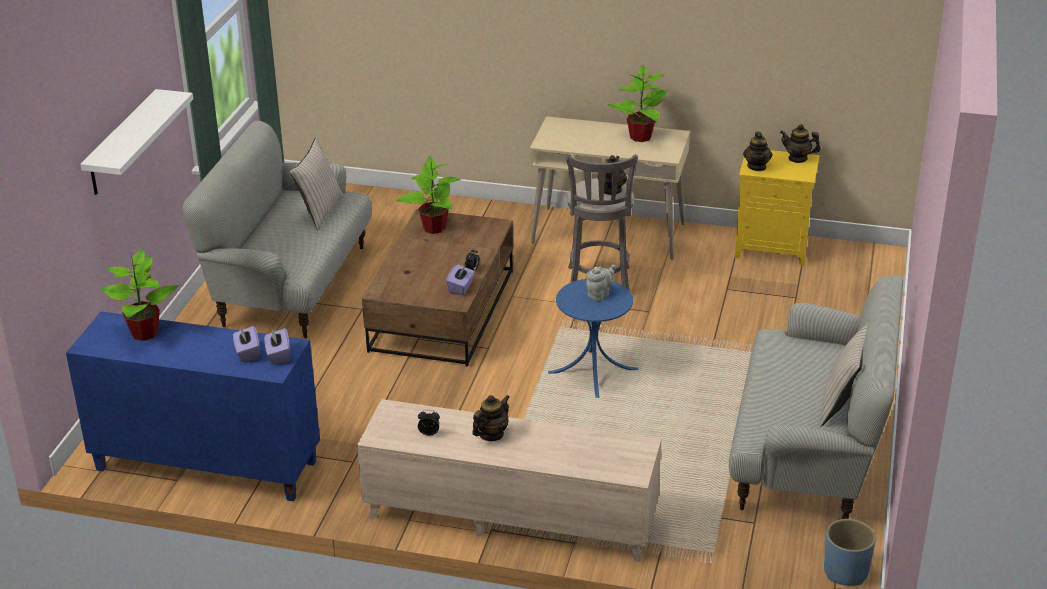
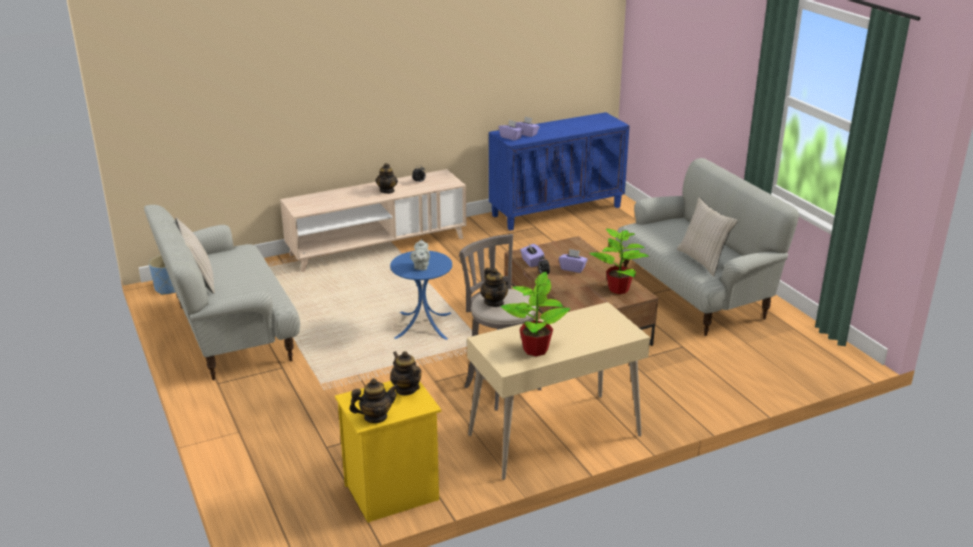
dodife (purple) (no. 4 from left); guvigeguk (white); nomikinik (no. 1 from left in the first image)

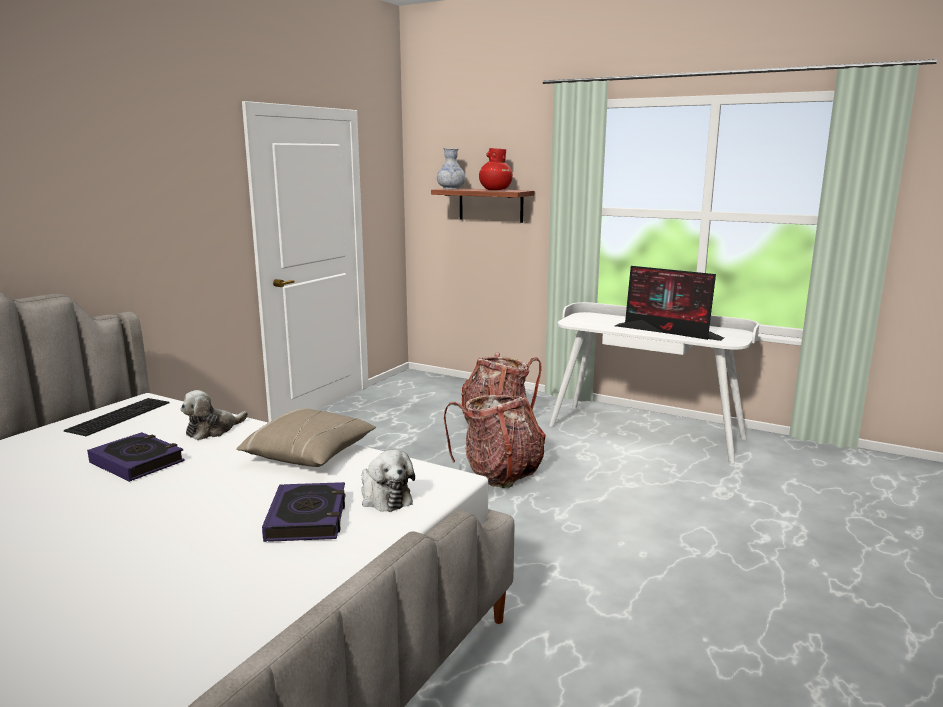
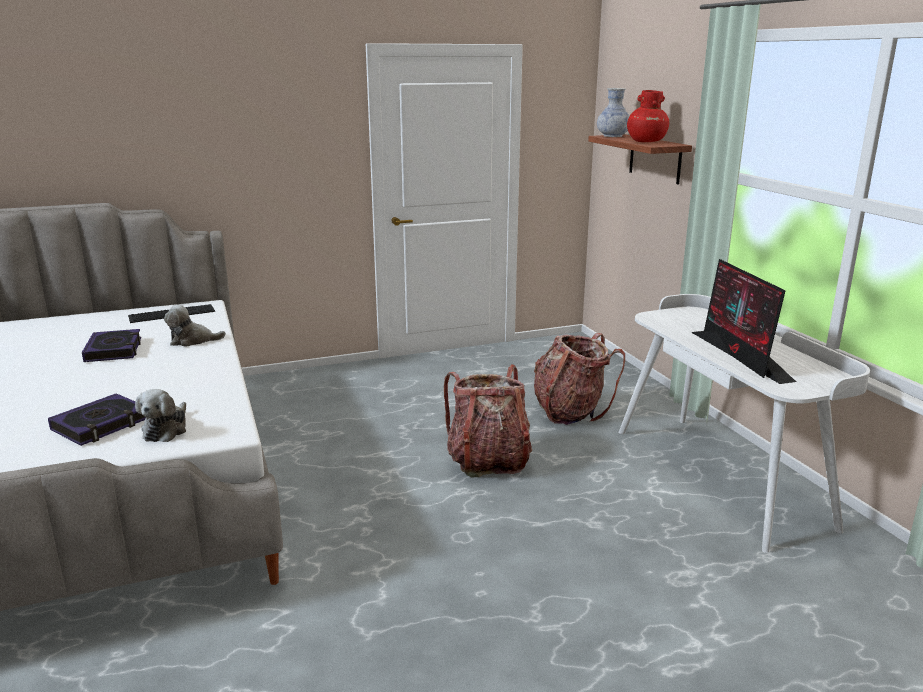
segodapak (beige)

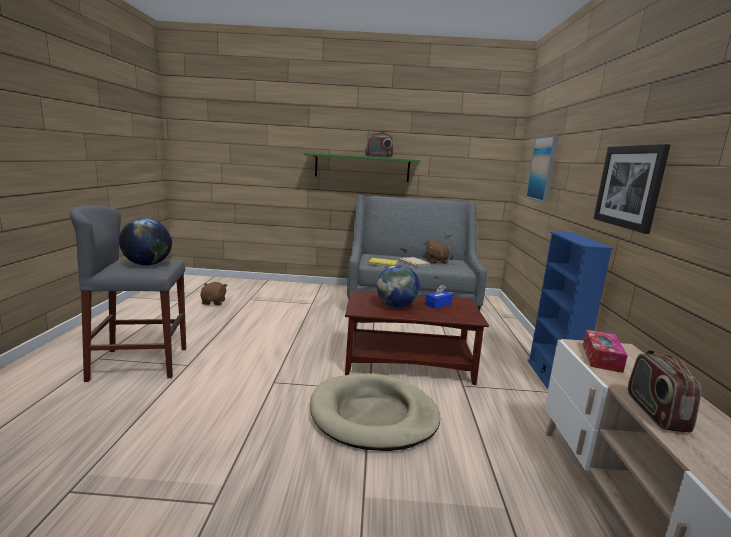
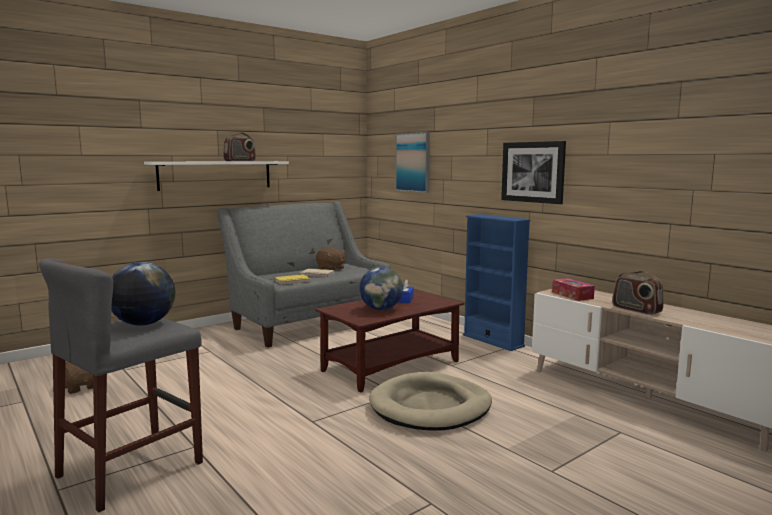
guvigeguk (white)

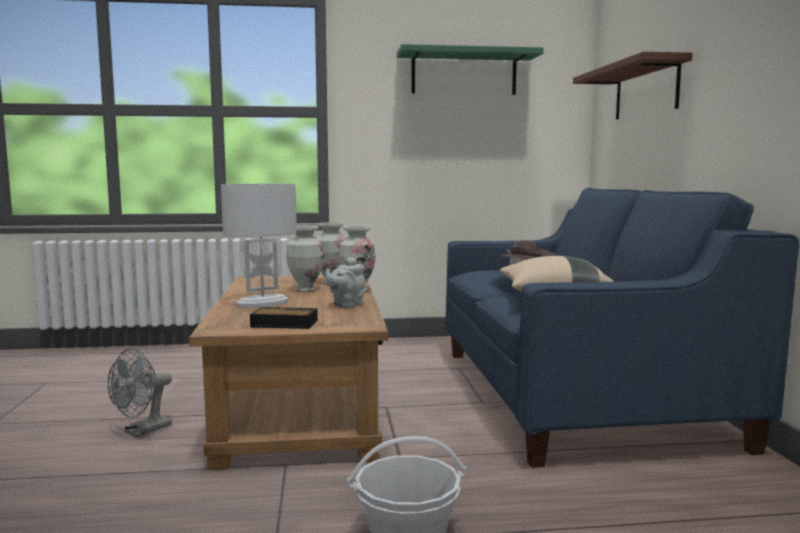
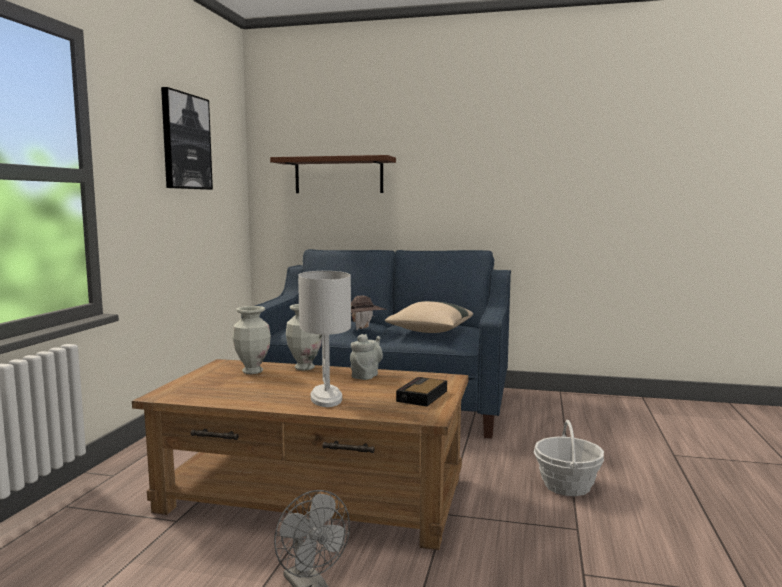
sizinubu; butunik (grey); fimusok (no. 1 from left in the first image)

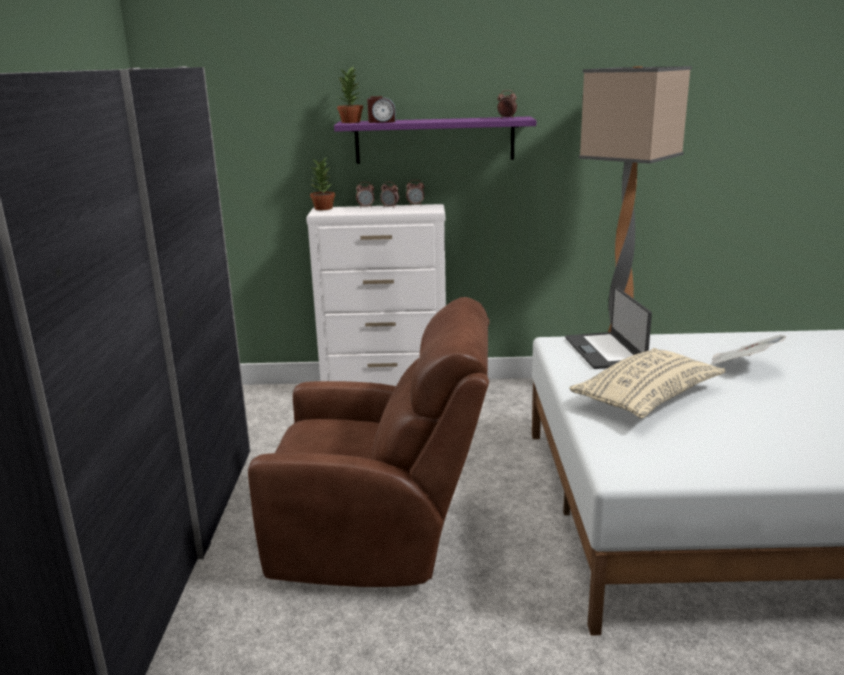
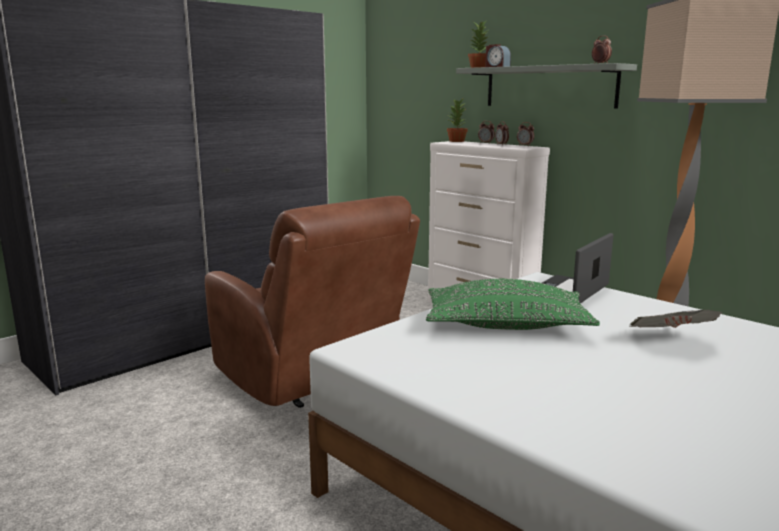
segodapak (green); guvigeguk (grey)

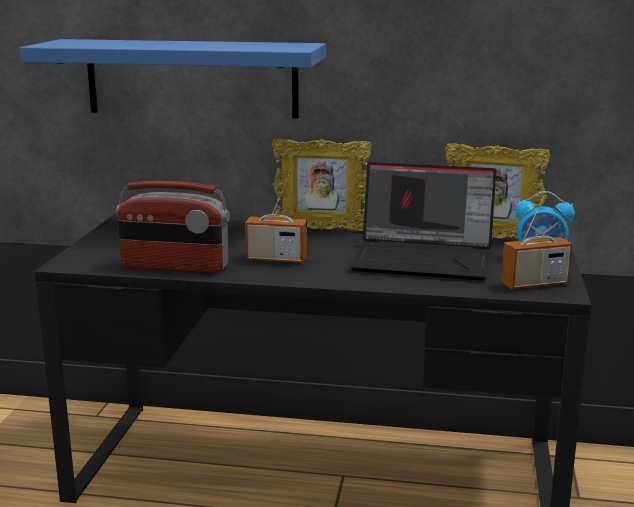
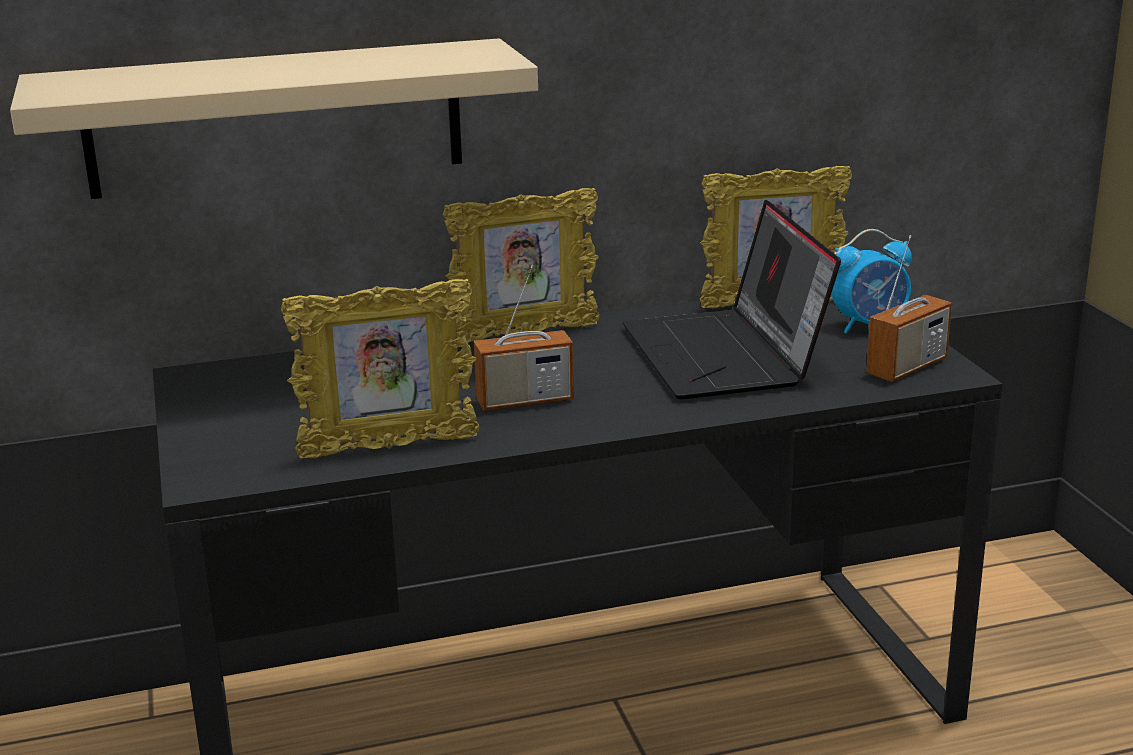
guvigeguk (beige); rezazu (no. 1 from left); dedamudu

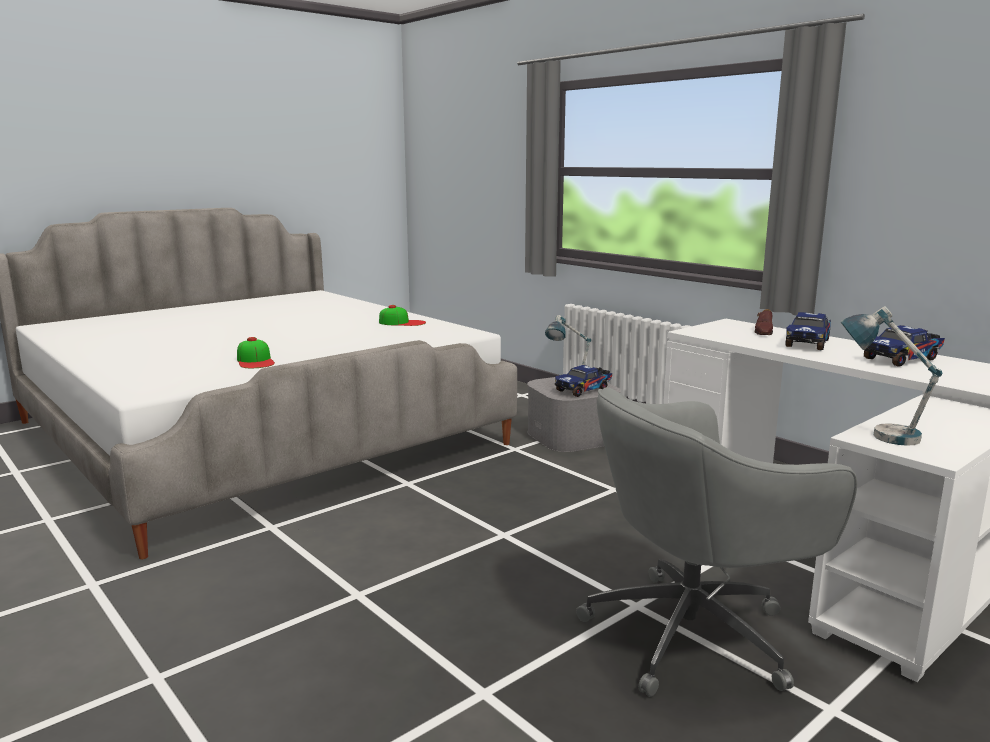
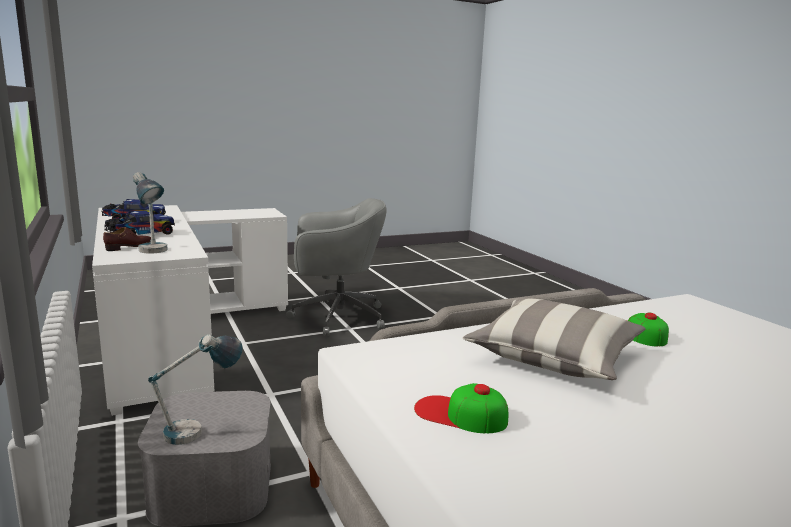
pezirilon (no. 1 from left); segodapak; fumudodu (no. 1 from left in the first image)

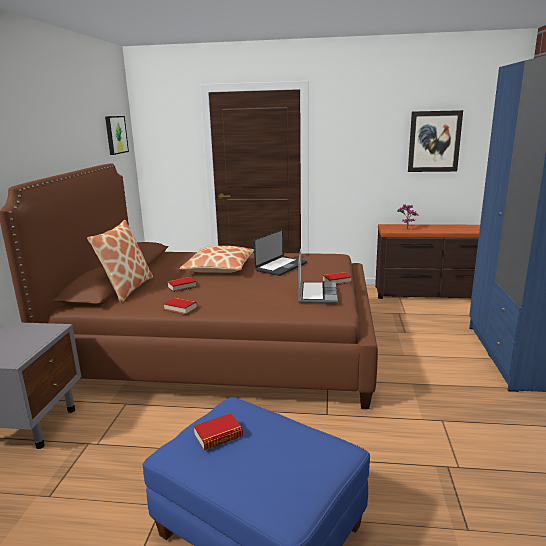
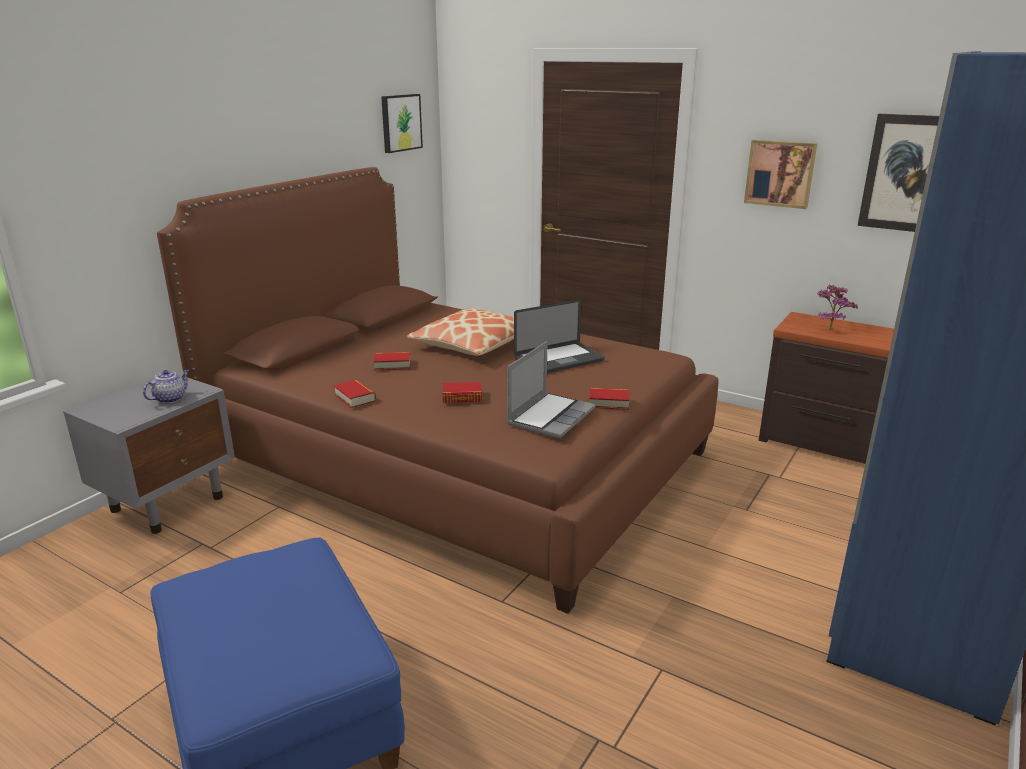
butunik; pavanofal (no. 3 from left); sizinubu (no. 2 from left); segodapak (no. 1 from left in the first image)

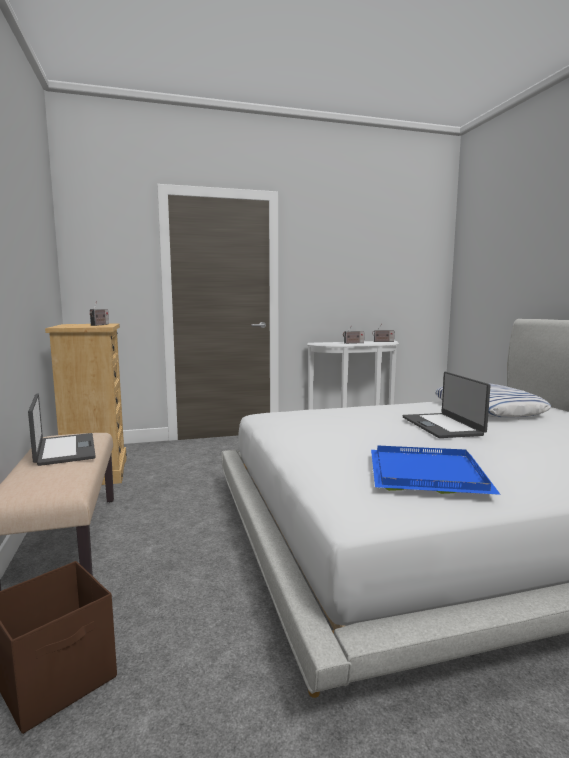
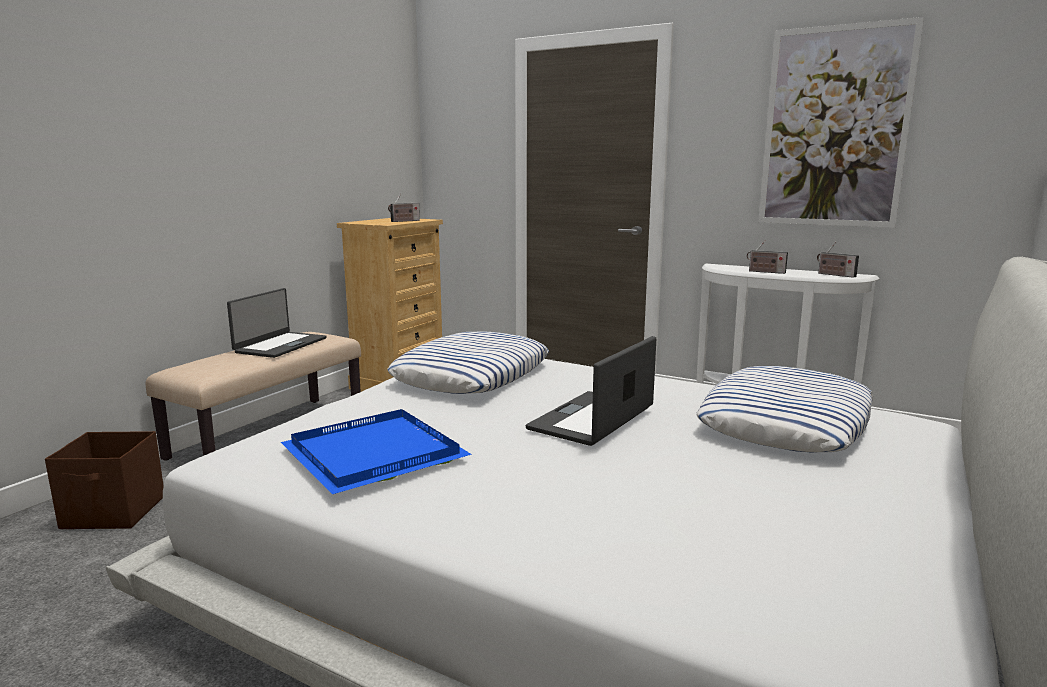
segodapak (no. 1 from left); sizinubu

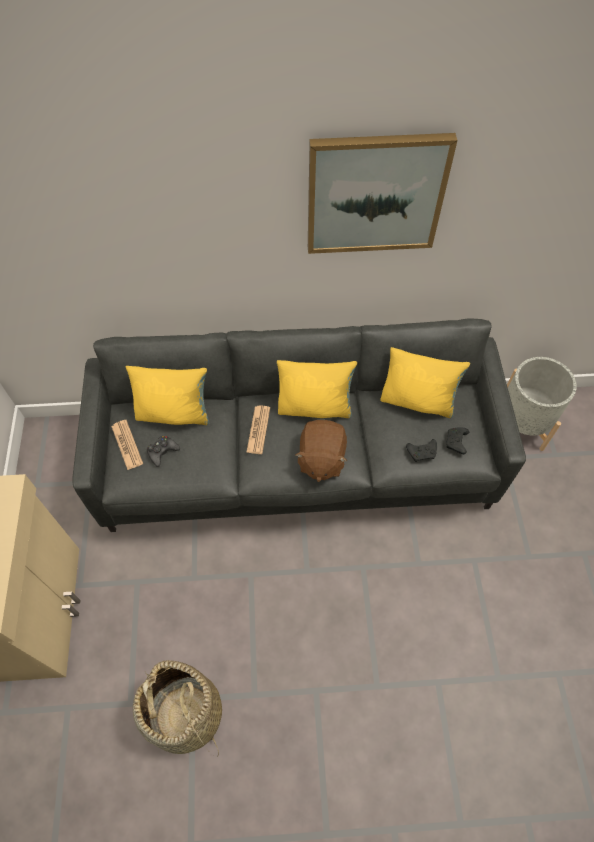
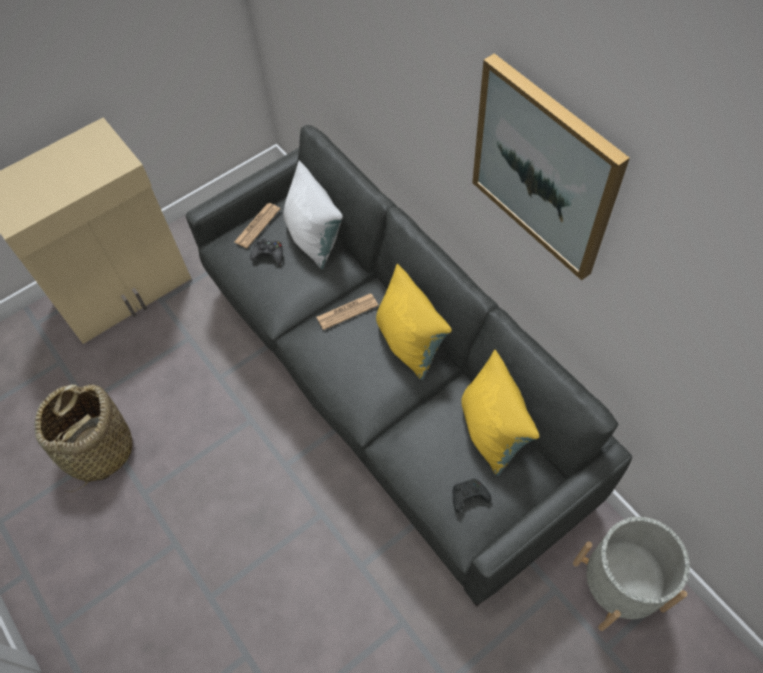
segodapak (white); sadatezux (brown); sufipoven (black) (no. 2 from left in the first image)

